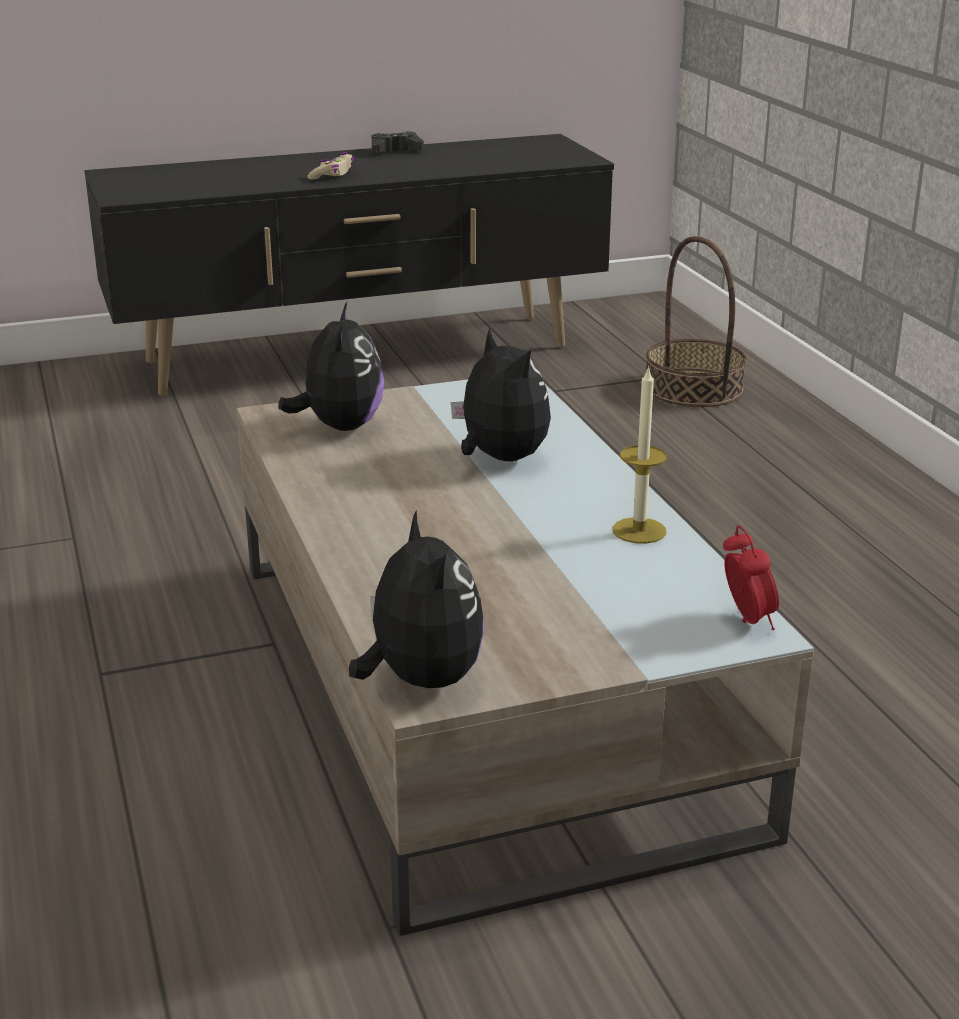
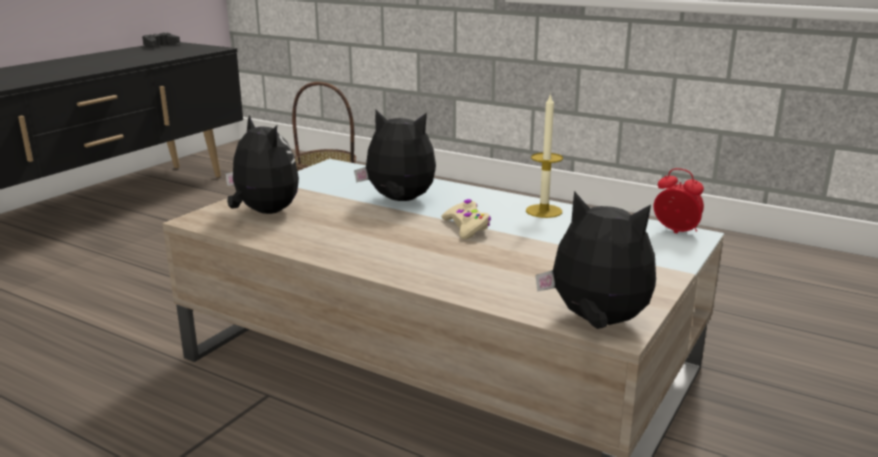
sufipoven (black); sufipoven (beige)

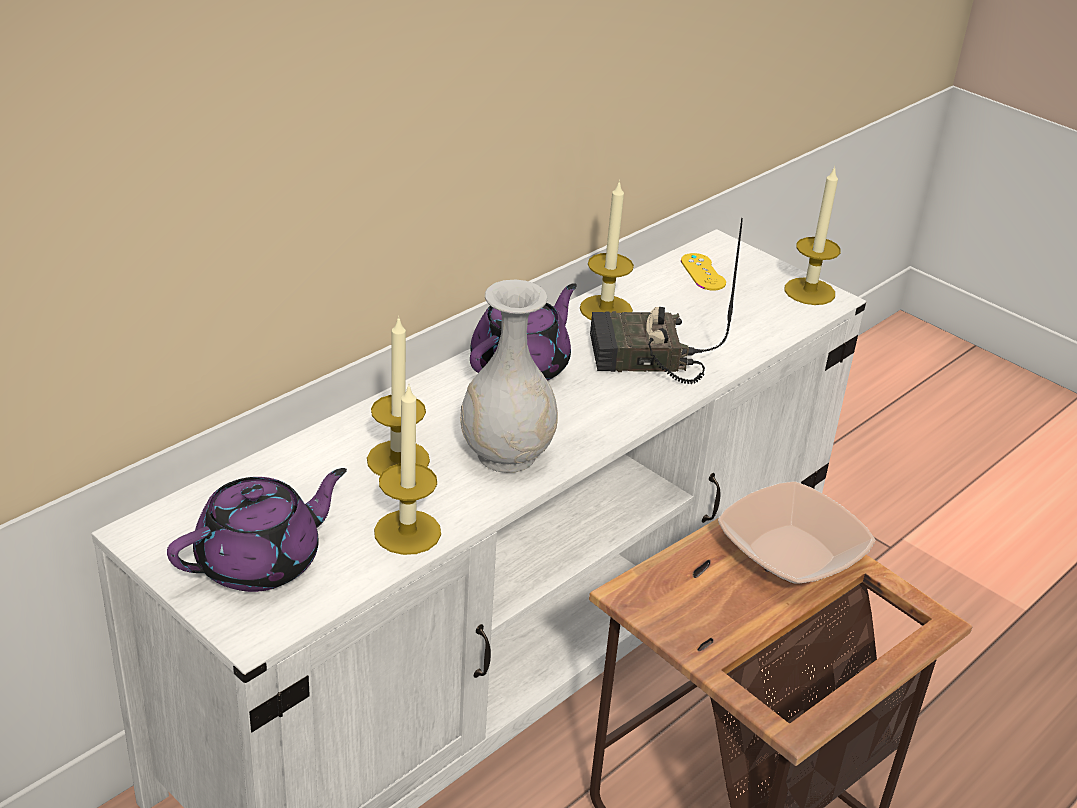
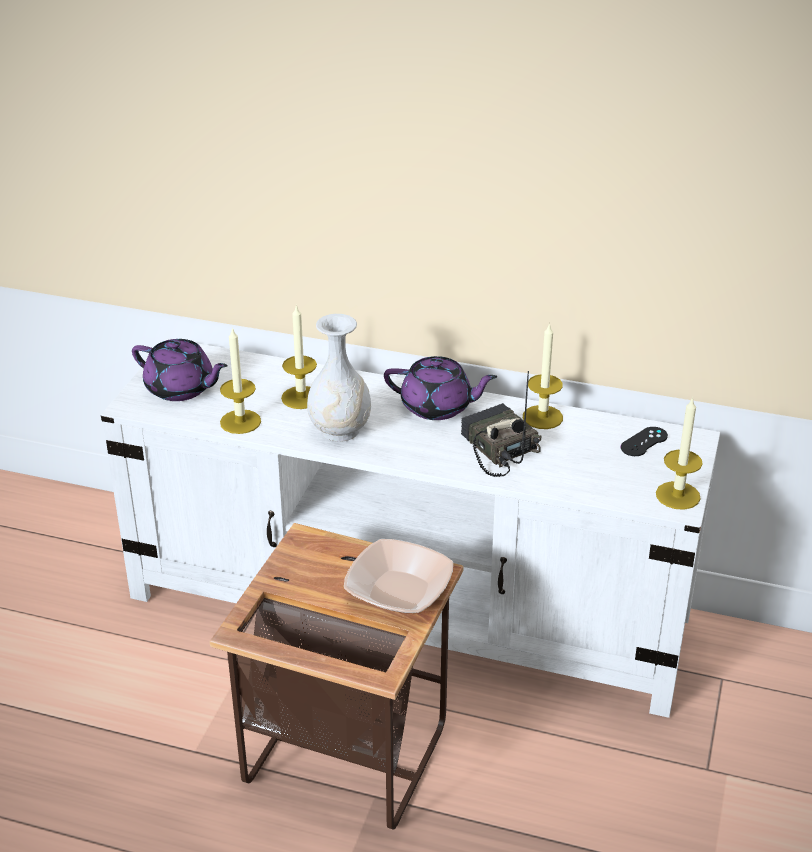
sufipoven (black)

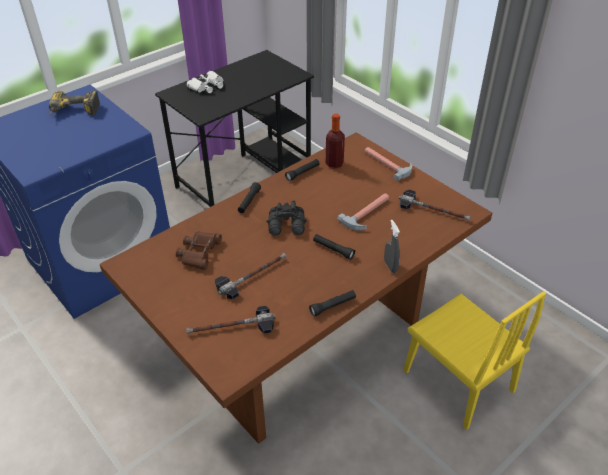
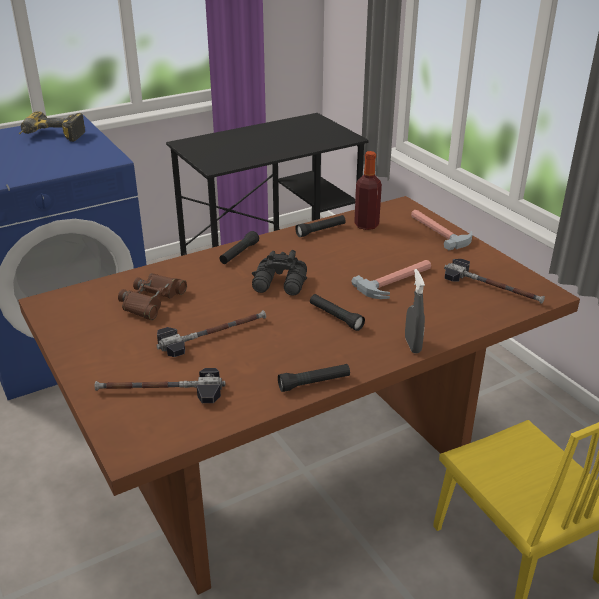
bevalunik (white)

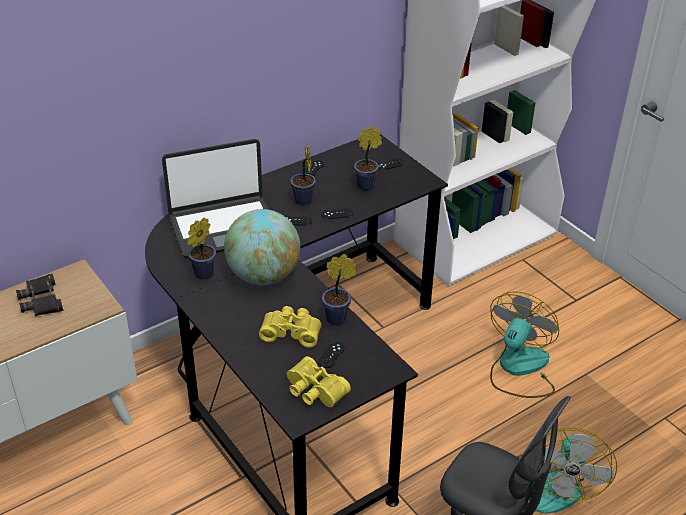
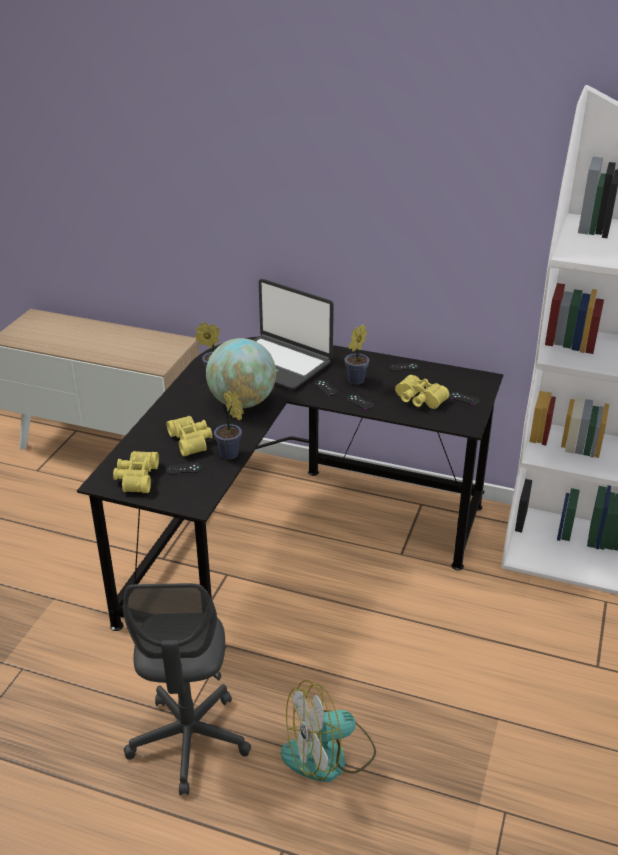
bevalunik (yellow) (no. 3 from left); bevalunik (black); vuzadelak (no. 1 from left in the first image)

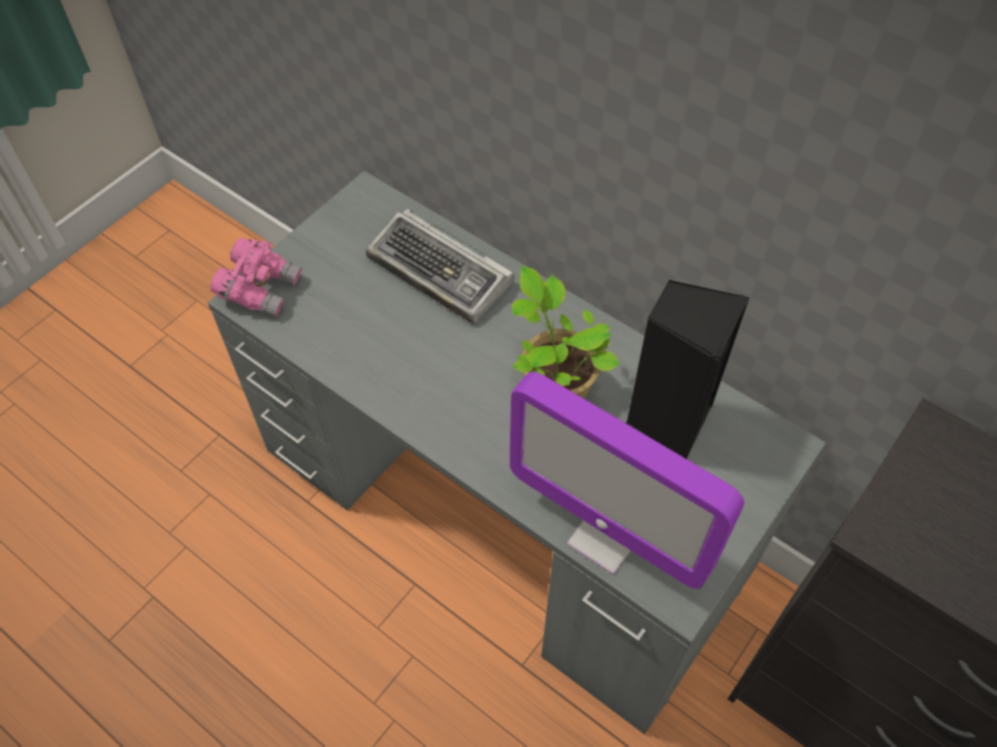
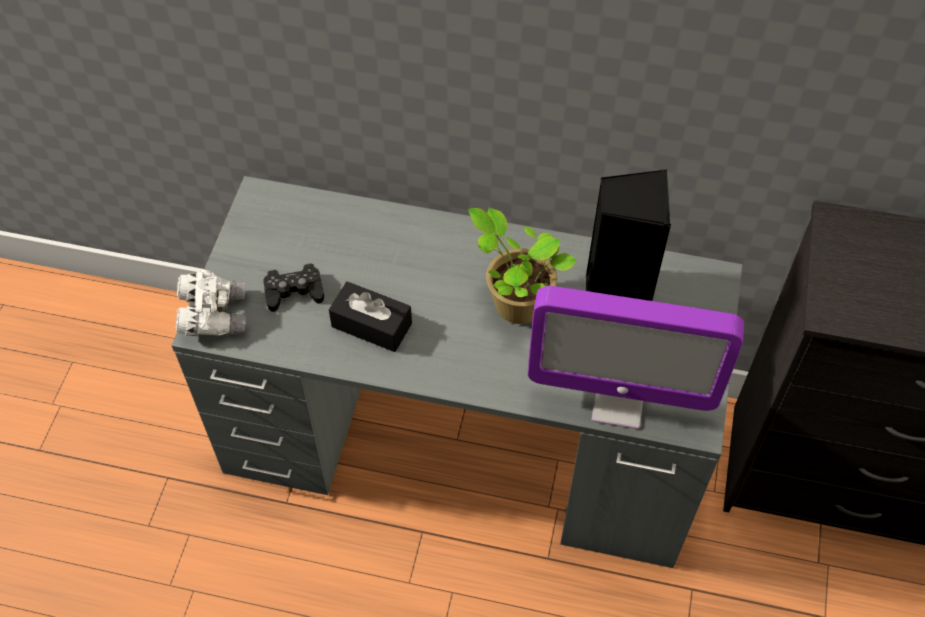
bevalunik (white); sufipoven (black); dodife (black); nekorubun

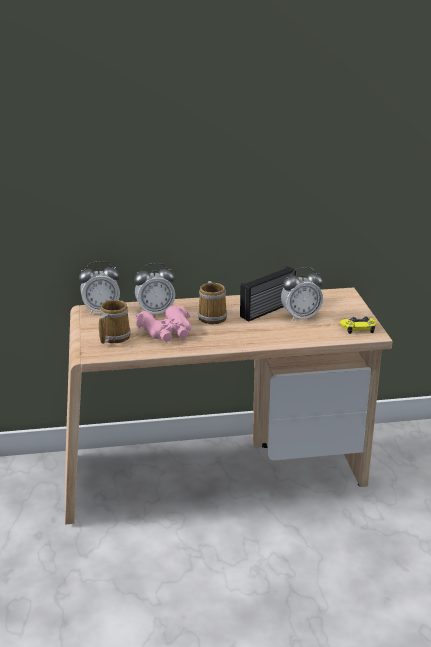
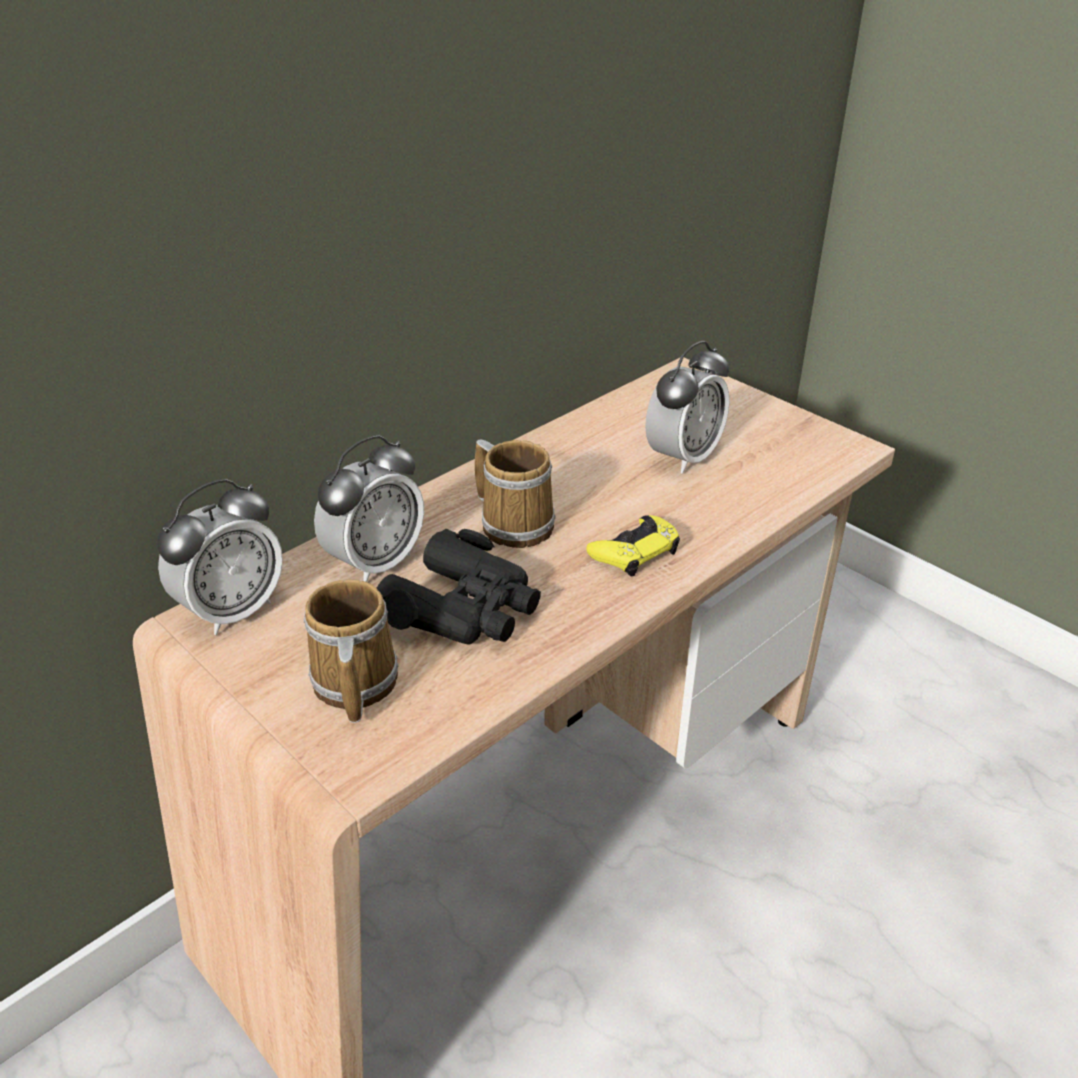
bevalunik (black); sufipoven (yellow); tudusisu

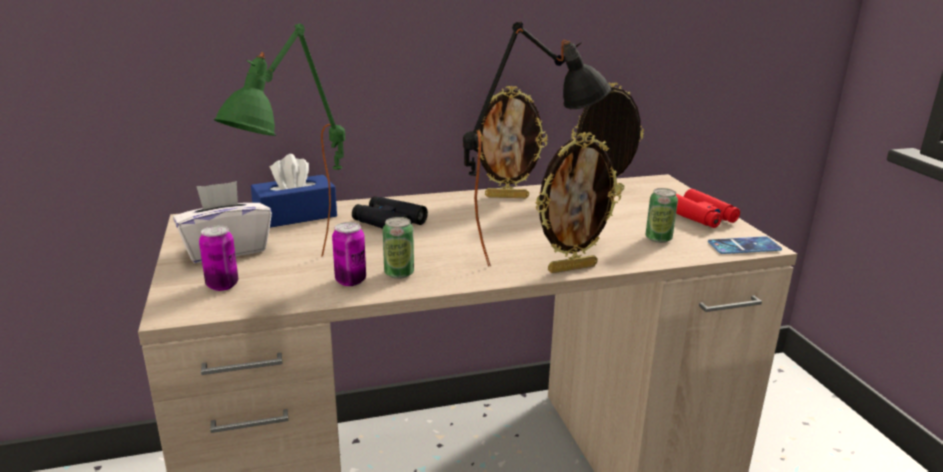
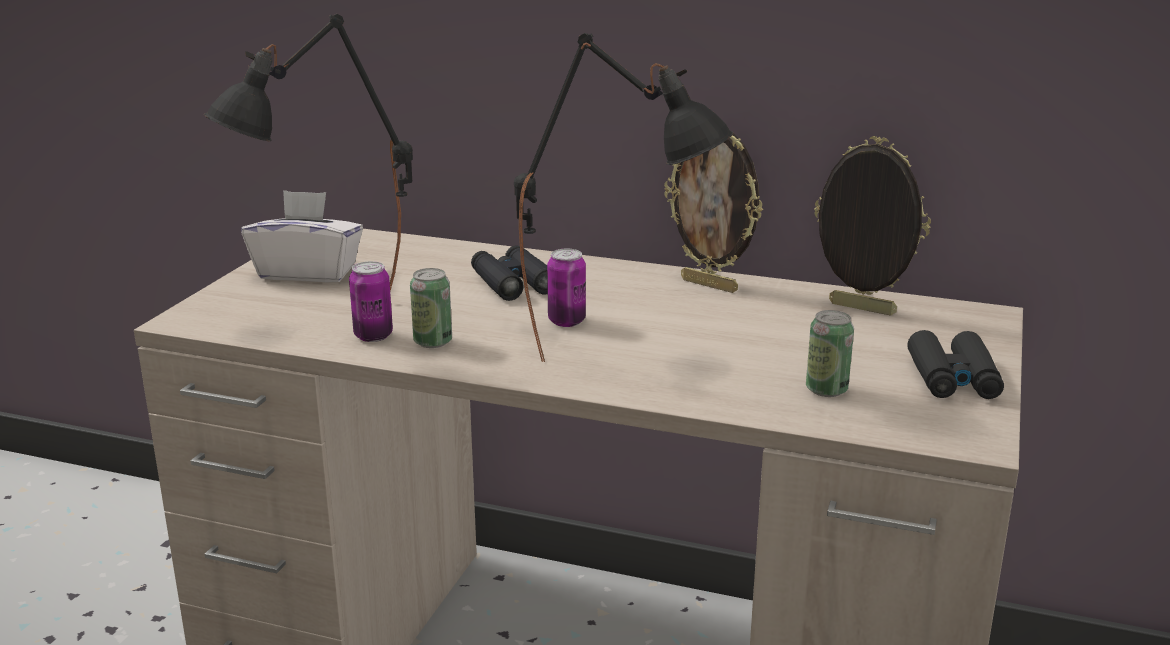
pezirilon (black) (no. 1 from left); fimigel (no. 3 from left); bevalunik (black) (no. 2 from left); dodife (blue); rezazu (no. 2 from left in the first image); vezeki

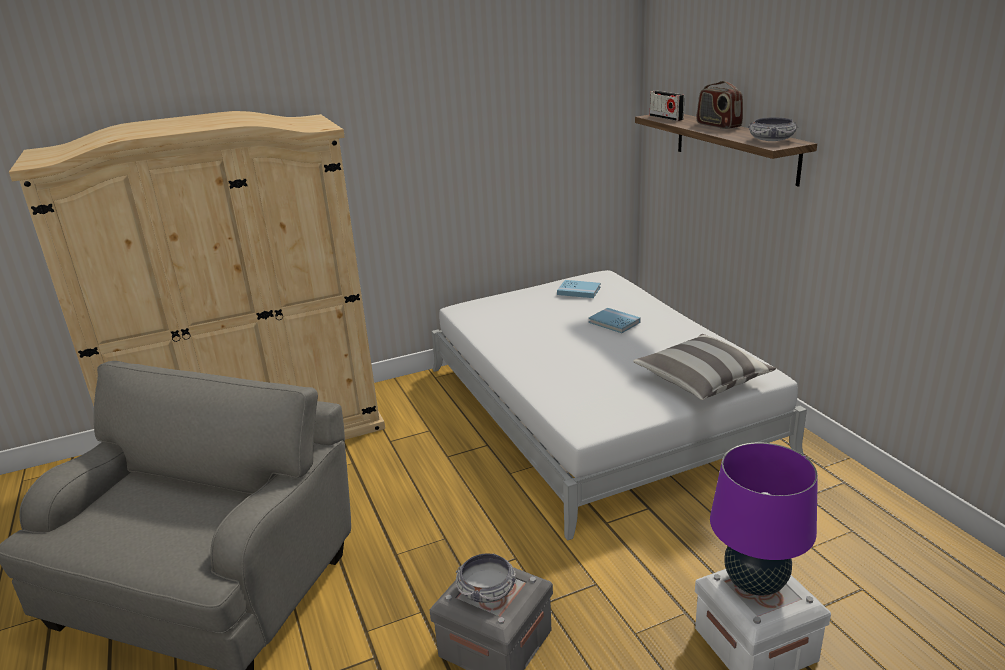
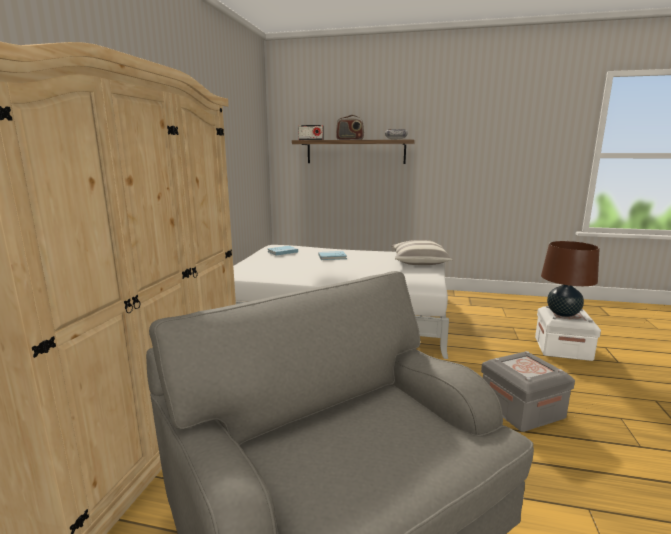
pezirilon (brown); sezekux (no. 1 from left in the first image)

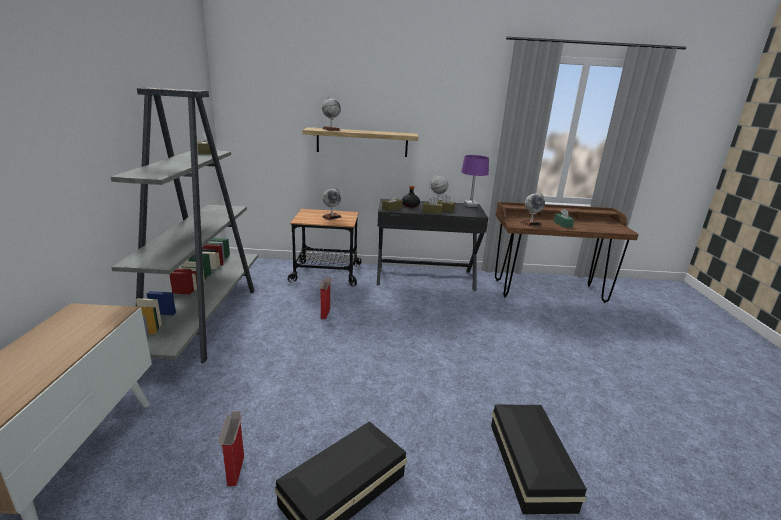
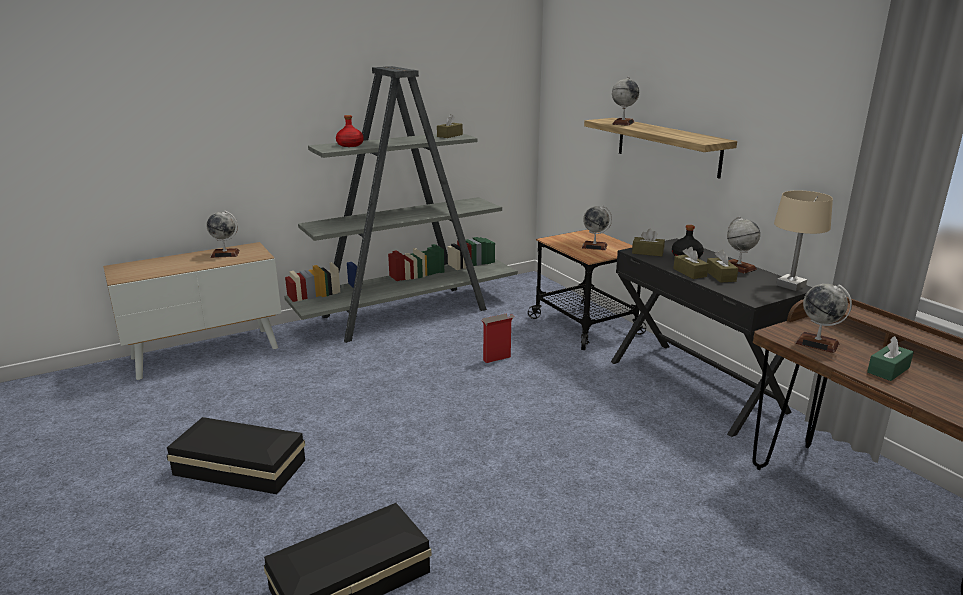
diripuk (no. 1 from left); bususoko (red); pezirilon (beige); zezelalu (no. 1 from left in the first image)

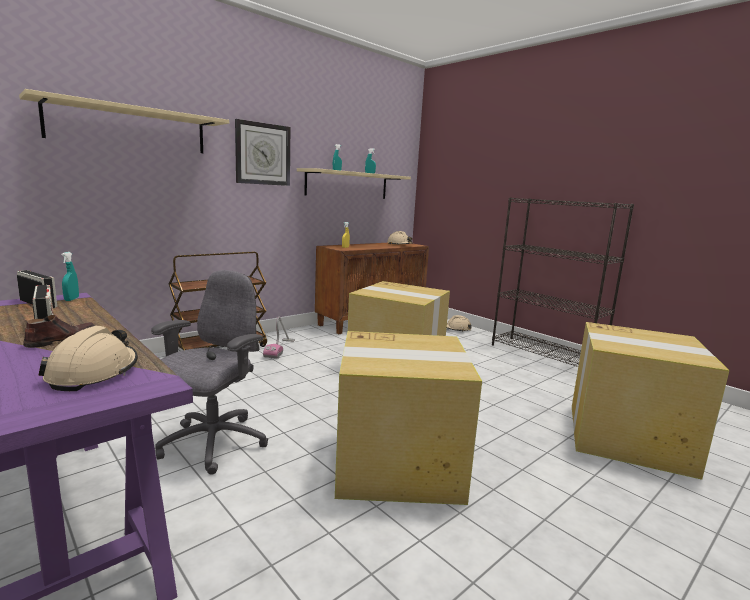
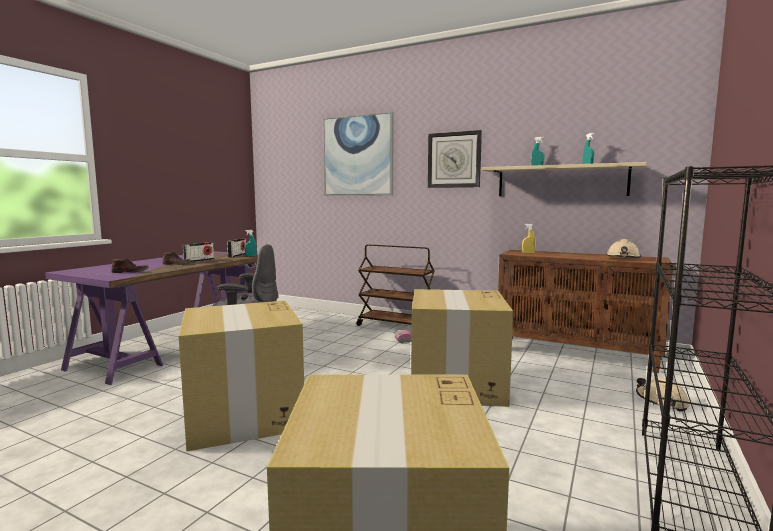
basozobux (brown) (no. 1 from left); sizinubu

